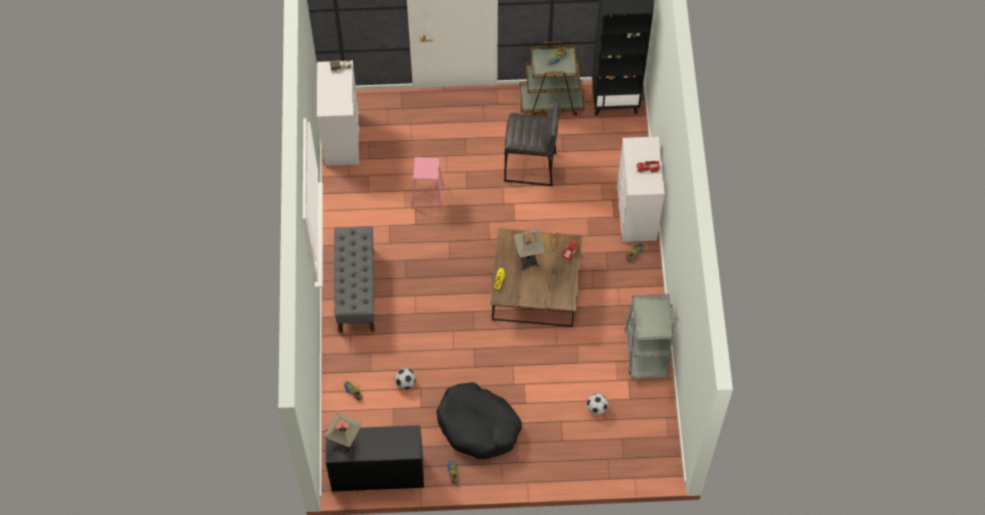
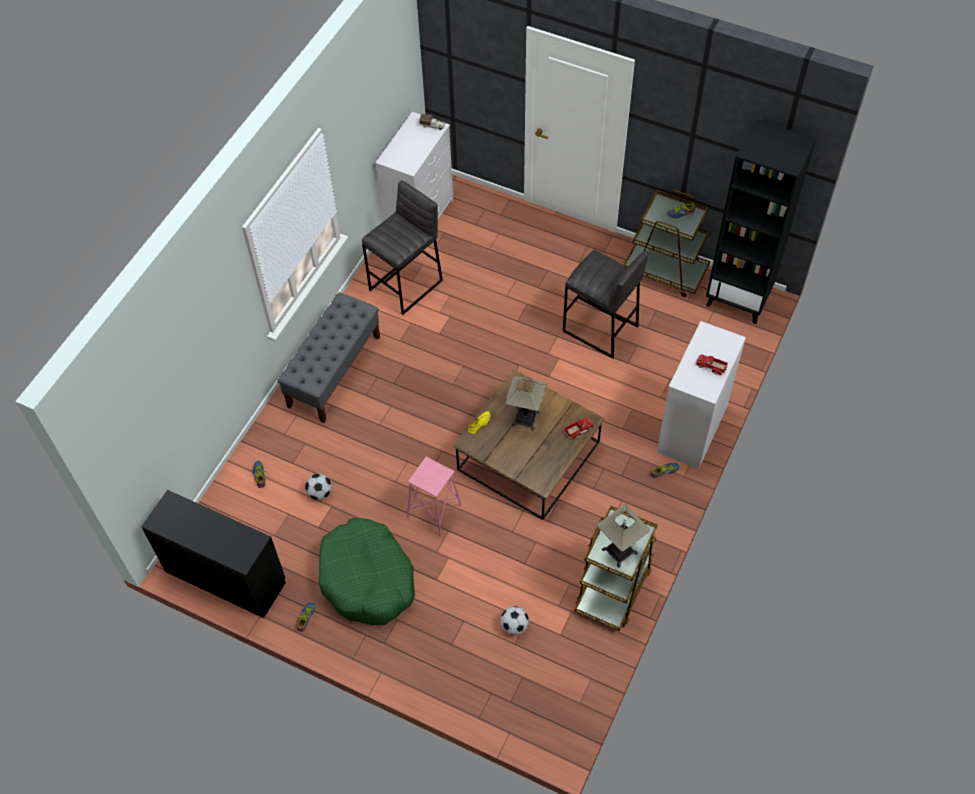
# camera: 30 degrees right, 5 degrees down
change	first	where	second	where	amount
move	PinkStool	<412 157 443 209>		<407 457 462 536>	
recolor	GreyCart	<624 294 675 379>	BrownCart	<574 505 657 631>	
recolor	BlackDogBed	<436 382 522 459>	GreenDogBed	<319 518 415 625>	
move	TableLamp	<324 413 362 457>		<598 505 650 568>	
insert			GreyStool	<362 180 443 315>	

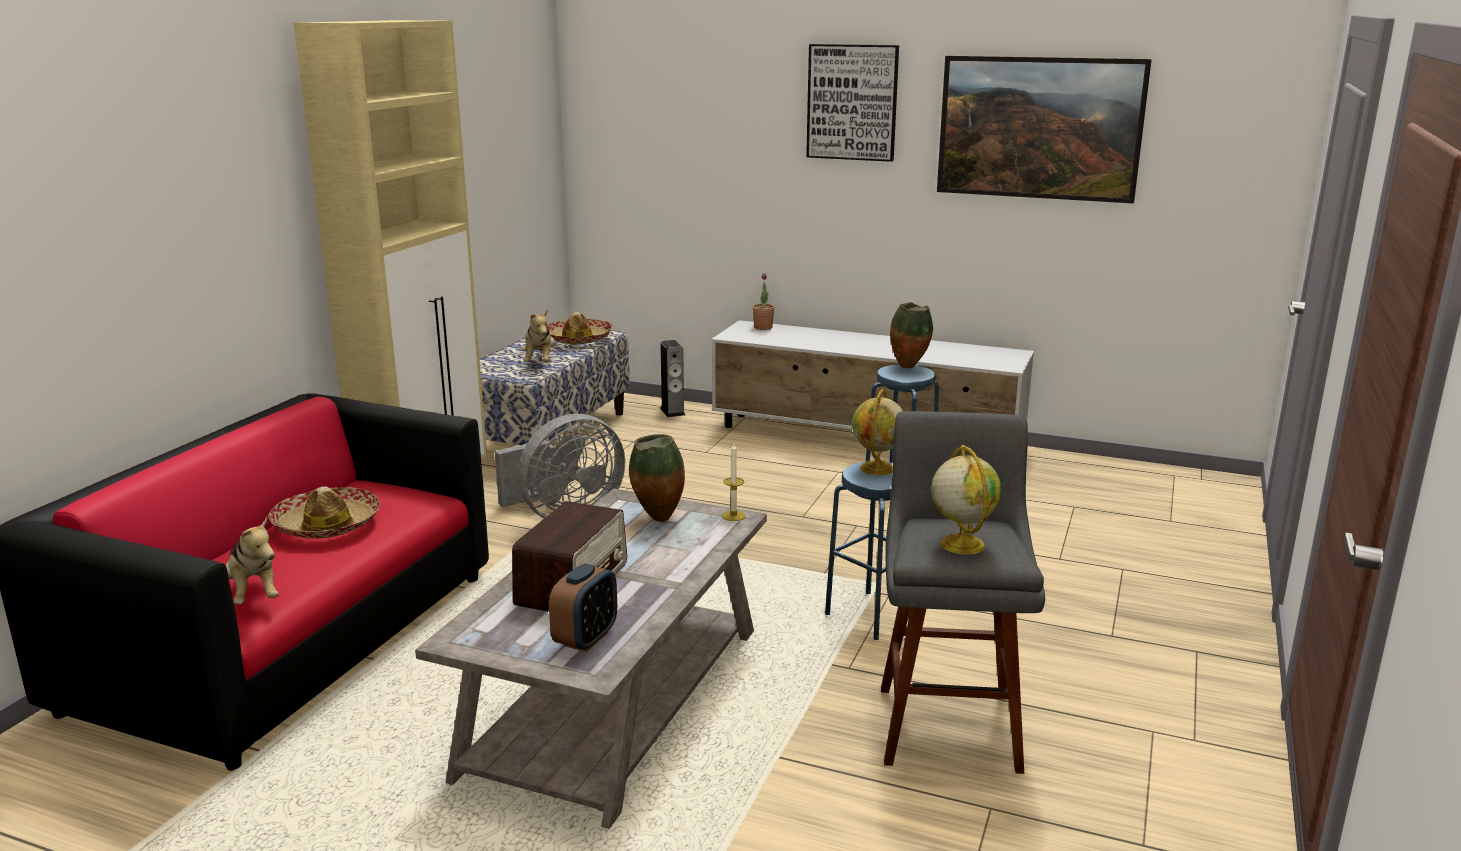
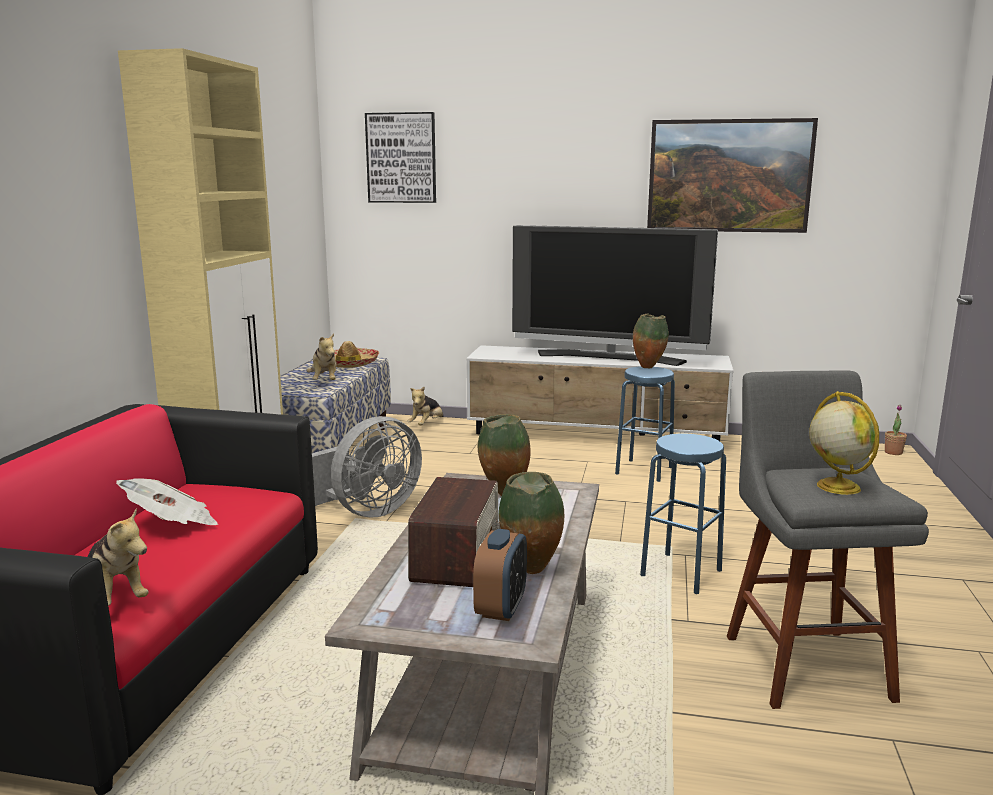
# camera: 10 degrees left, 5 degrees down
change	first	where	second	where	amount
move	Picture	<806 44 899 162>		<365 112 436 203>	
move	PottedPlant	<753 273 774 330>		<885 405 907 455>	
replace	Speaker	<660 340 685 417>	PlushToy	<408 386 443 425>	
delete	Globe	<852 389 903 475>			
delete	Candle	<722 443 746 521>			
replace	Hat	<268 486 380 539>	Newspaper	<116 478 218 525>	
insert			Television	<512 225 718 366>	
insert			Vase	<499 472 564 574>	

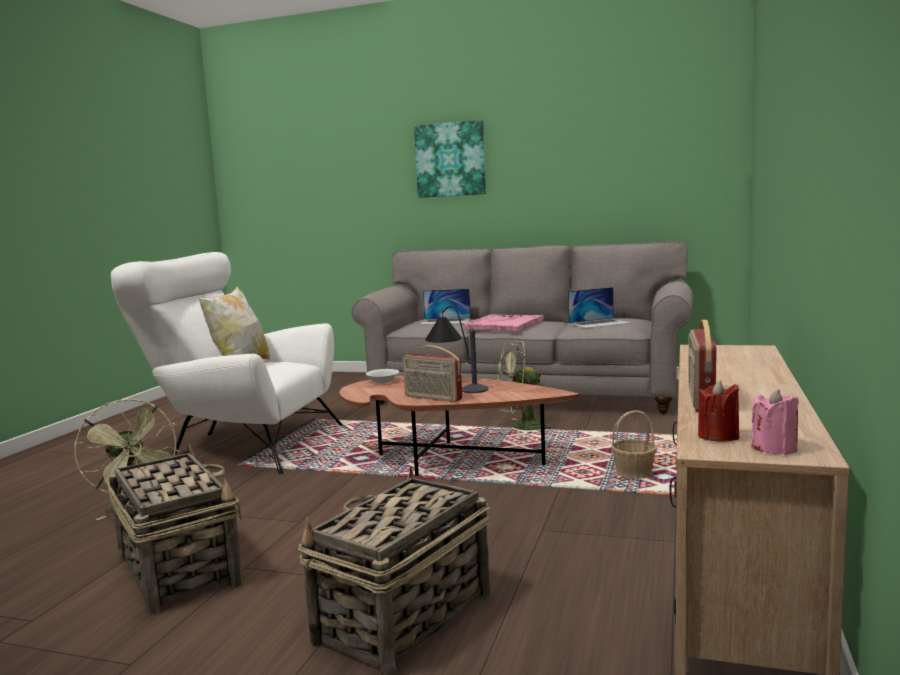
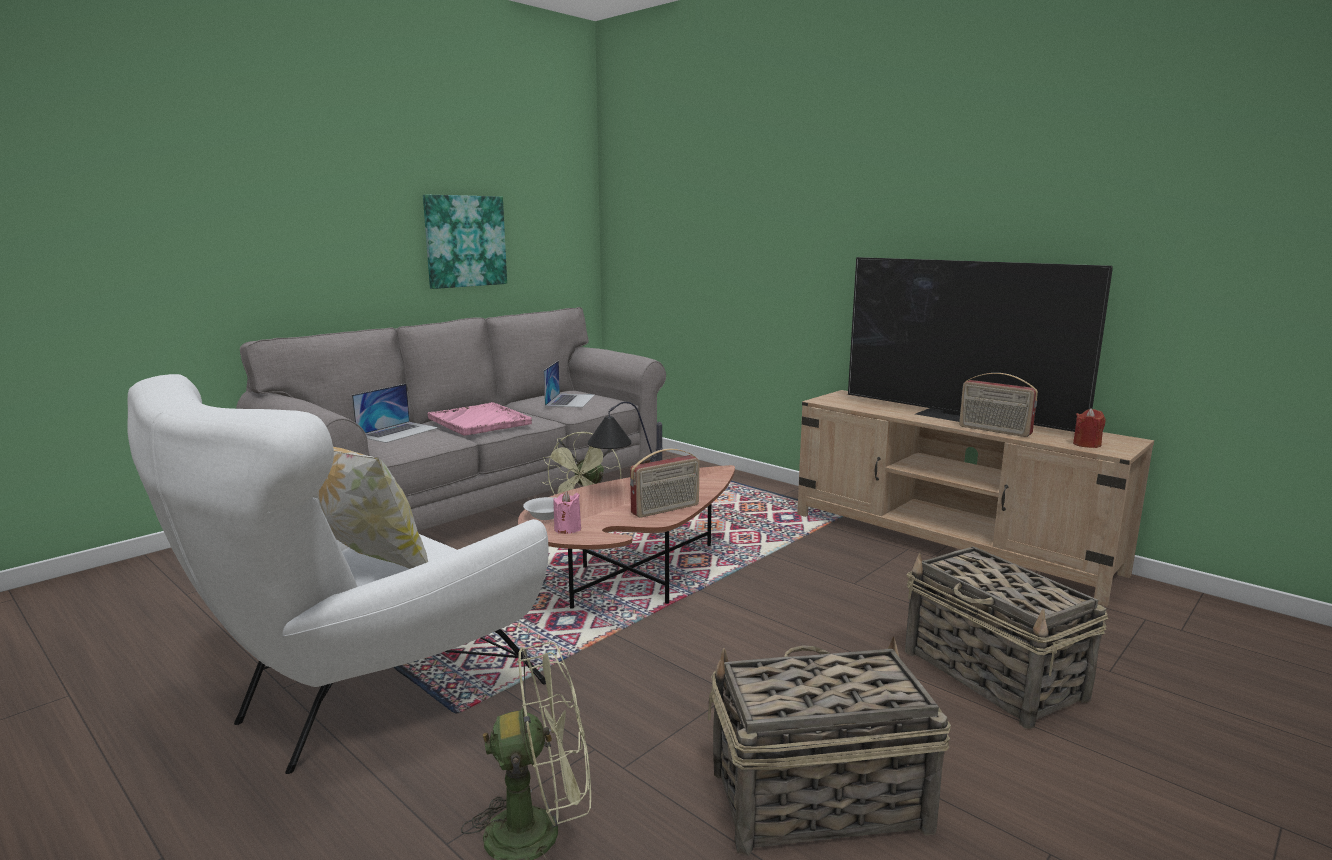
# camera: 65 degrees left, 5 degrees up
change	first	where	second	where	amount
move	Picture	<414 120 486 198>		<423 195 507 289>	
move	PinkCandle	<751 389 799 455>		<553 491 581 534>	
delete	Basket	<611 410 657 479>			
insert			Television	<848 257 1113 432>	

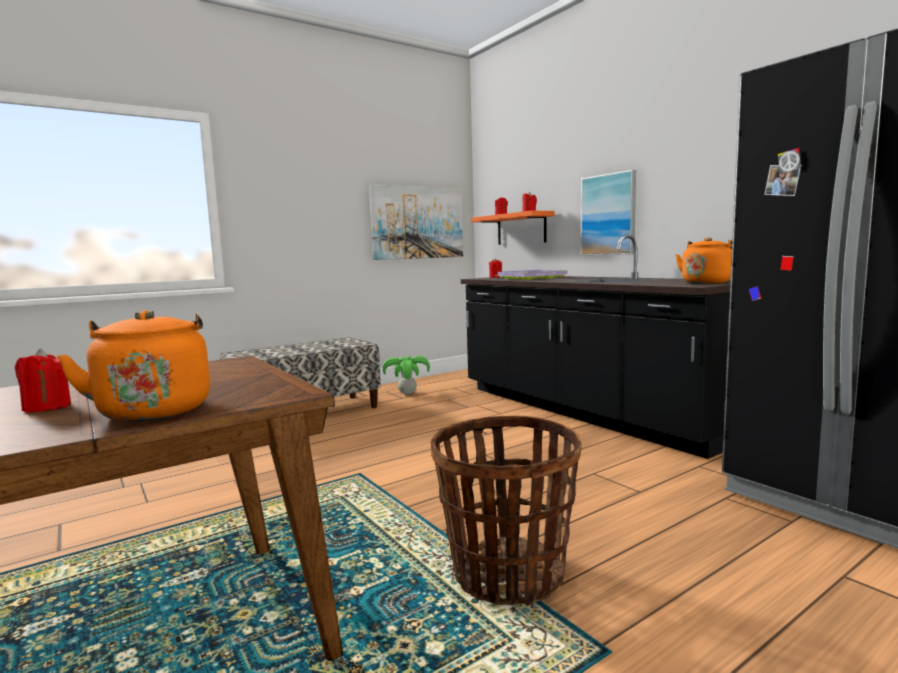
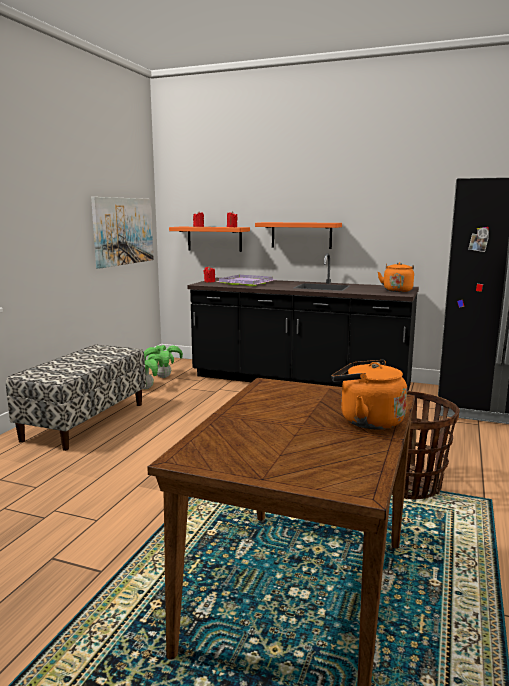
# camera: 35 degrees left, 5 degrees up
change	first	where	second	where	amount
replace	Picture	<581 170 636 255>	OrangeShelf	<255 222 342 249>	
delete	RedCandle	<15 348 71 413>			
insert			PottedPlant	<144 345 183 378>	

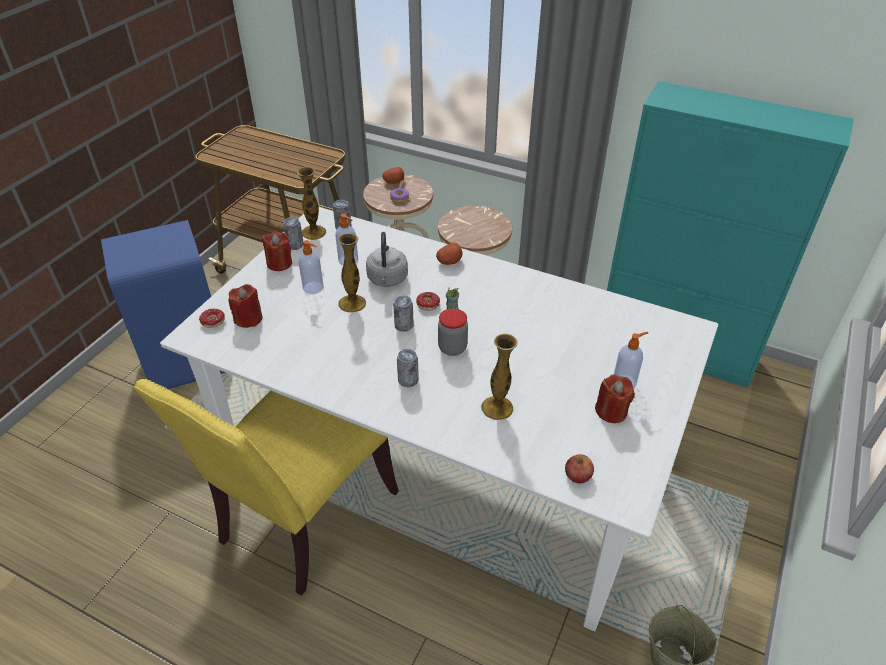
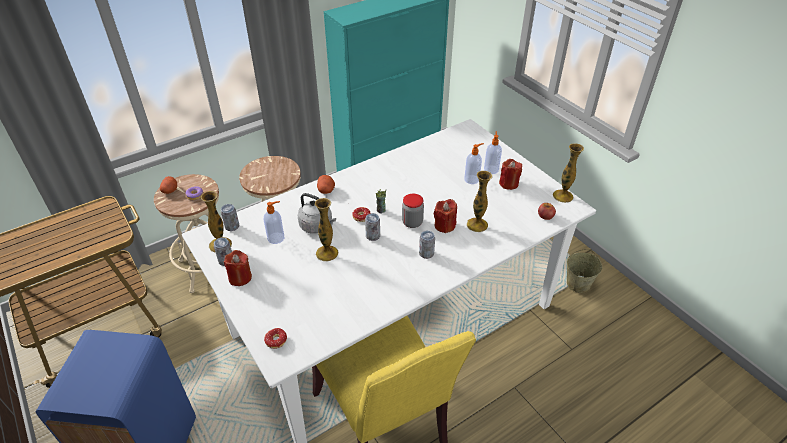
# camera: 60 degrees left, 0 degrees up
change	first	where	second	where	amount
move	SoapDispenser	<299 240 324 294>		<464 143 484 184>	
move	RedCandle	<228 284 263 328>		<434 199 457 233>	
insert			Vase	<553 143 584 203>	

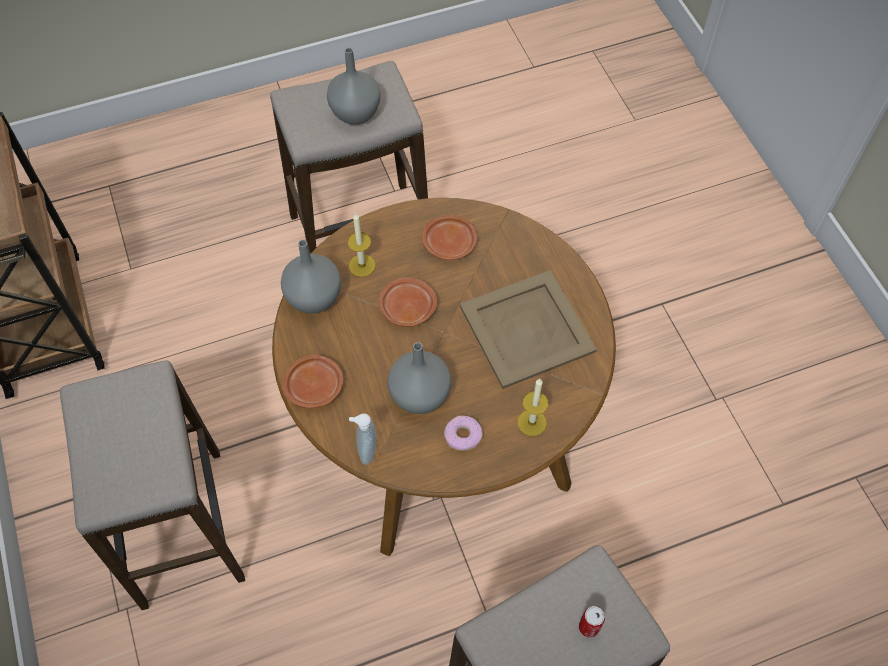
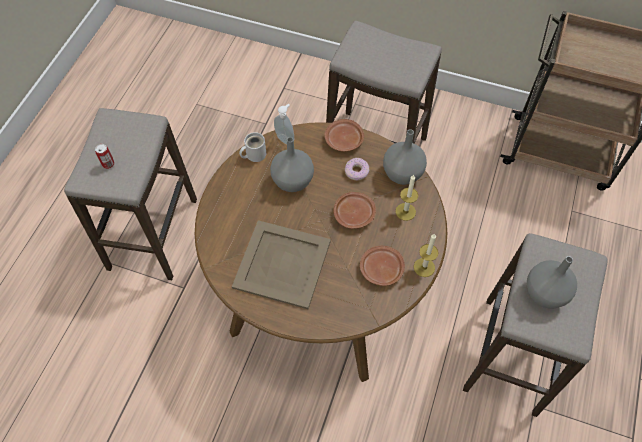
# camera: 130 degrees right, 0 degrees up
change	first	where	second	where	amount
move	Candle	<517 379 548 436>		<414 234 438 277>	
move	Donut	<444 415 483 451>		<344 158 370 181>	
insert			WhiteMug	<239 132 266 162>	

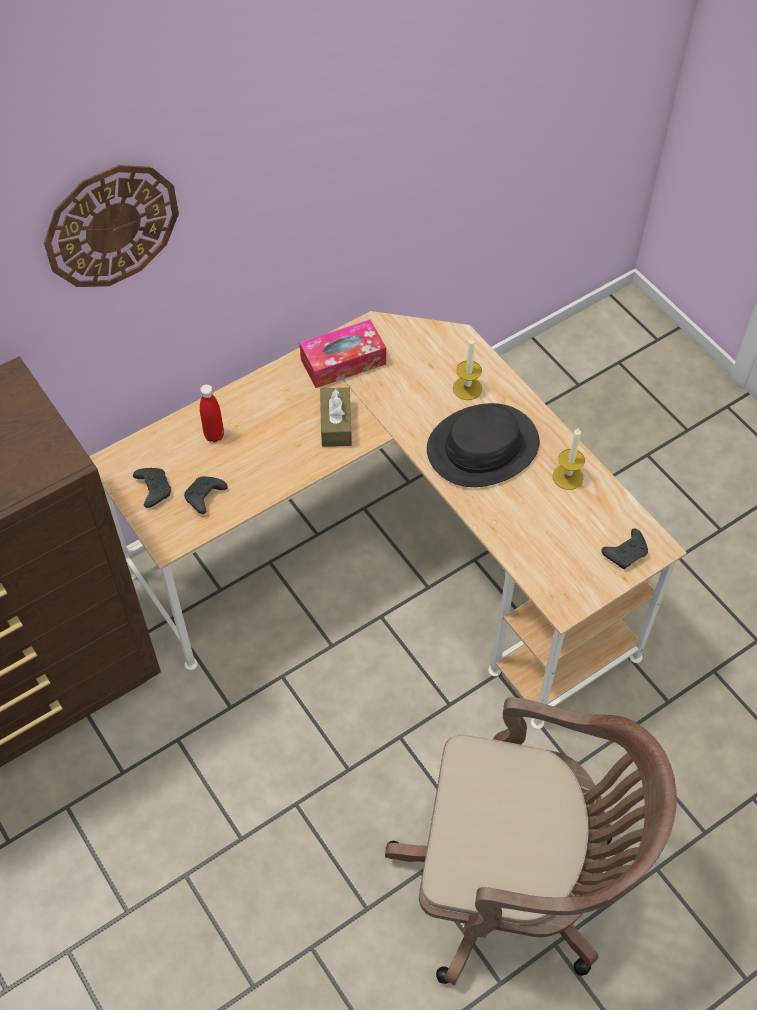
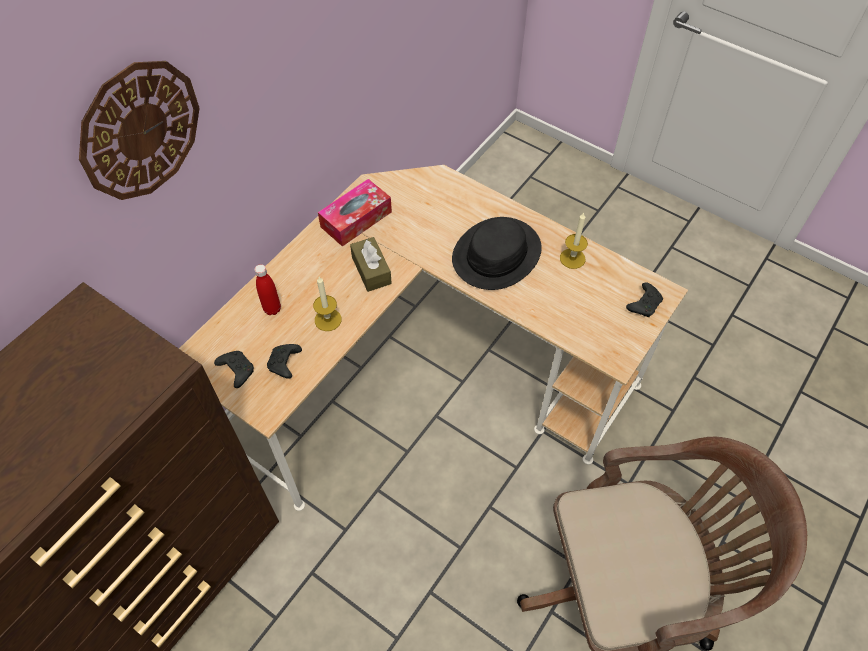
# camera: 20 degrees left, 0 degrees up
change	first	where	second	where	amount
move	Candle	<453 337 482 400>		<313 277 341 331>	

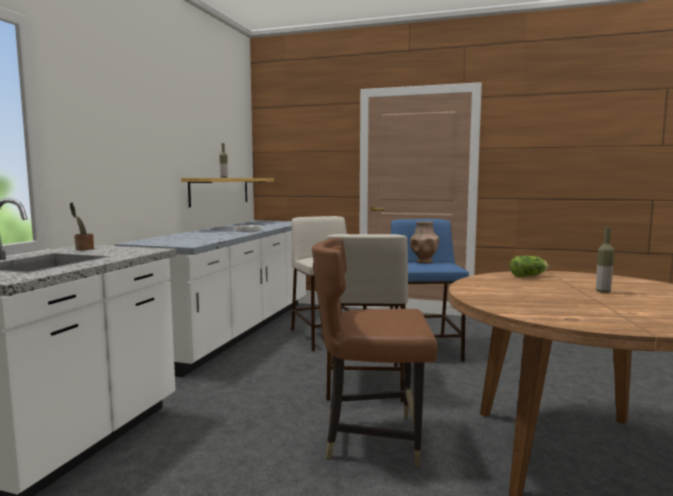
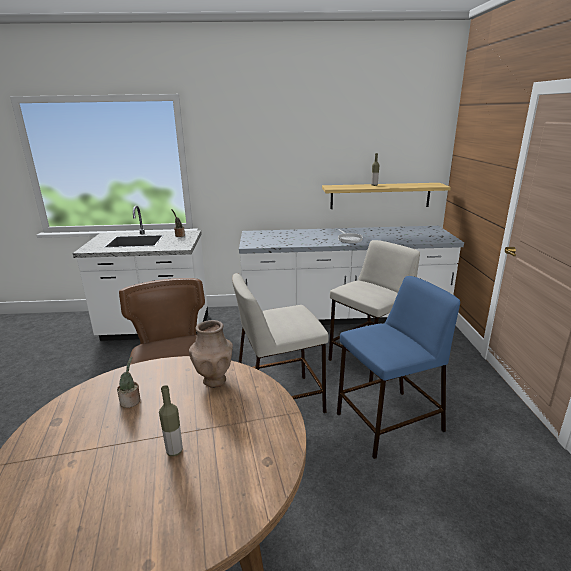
# camera: 70 degrees right, 15 degrees up
change	first	where	second	where	amount
move	BrownVase	<410 221 439 263>		<189 320 233 388>	
delete	Lettuce	<510 256 548 277>			
insert			PottedPlant	<117 357 140 408>	

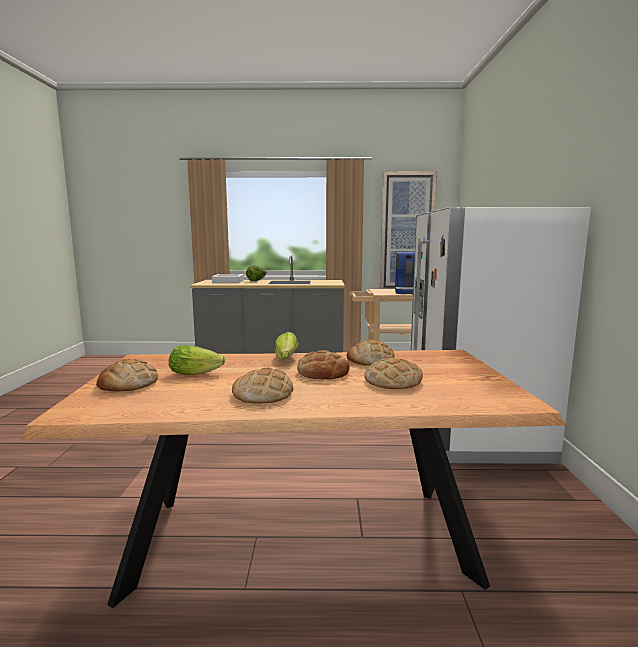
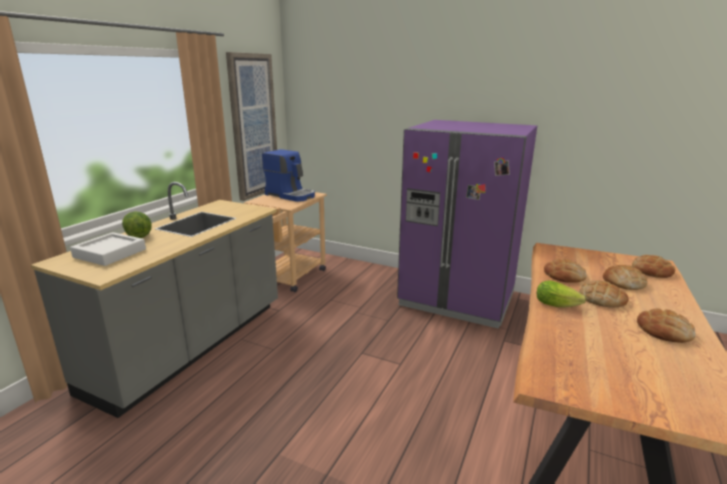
# camera: 65 degrees left, 10 degrees up
change	first	where	second	where	amount
recolor	WhiteFridge	<411 207 591 464>	PurpleFridge	<397 120 537 329>	
delete	Lettuce	<169 345 225 375>			
move	Bread	<96 359 158 391>		<632 255 675 278>	

